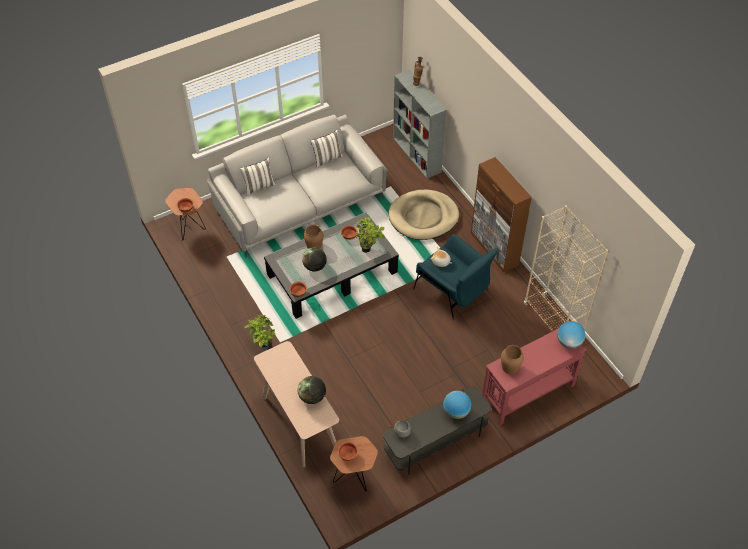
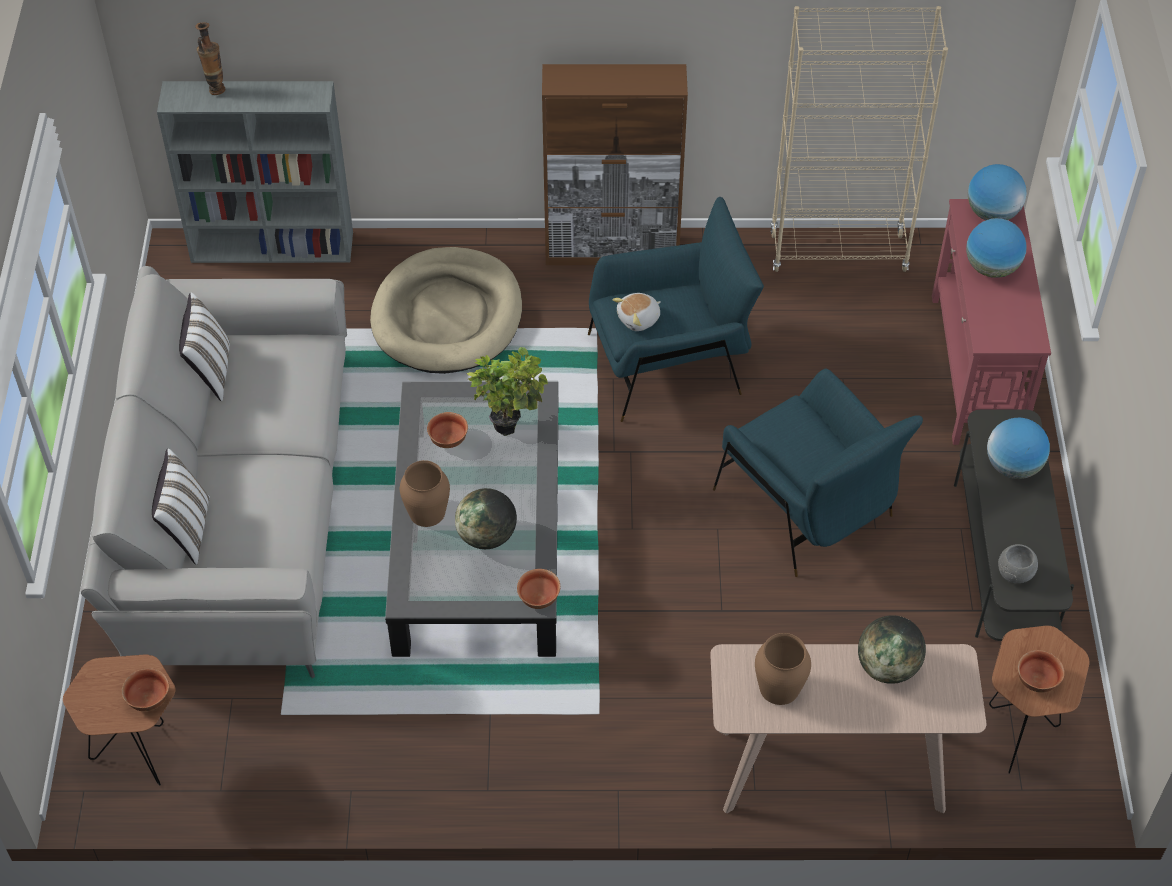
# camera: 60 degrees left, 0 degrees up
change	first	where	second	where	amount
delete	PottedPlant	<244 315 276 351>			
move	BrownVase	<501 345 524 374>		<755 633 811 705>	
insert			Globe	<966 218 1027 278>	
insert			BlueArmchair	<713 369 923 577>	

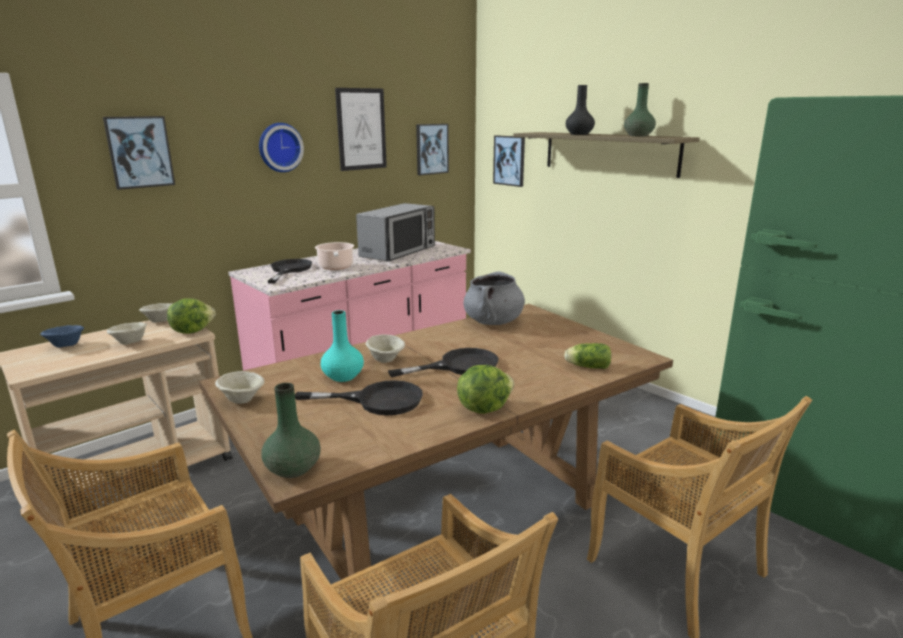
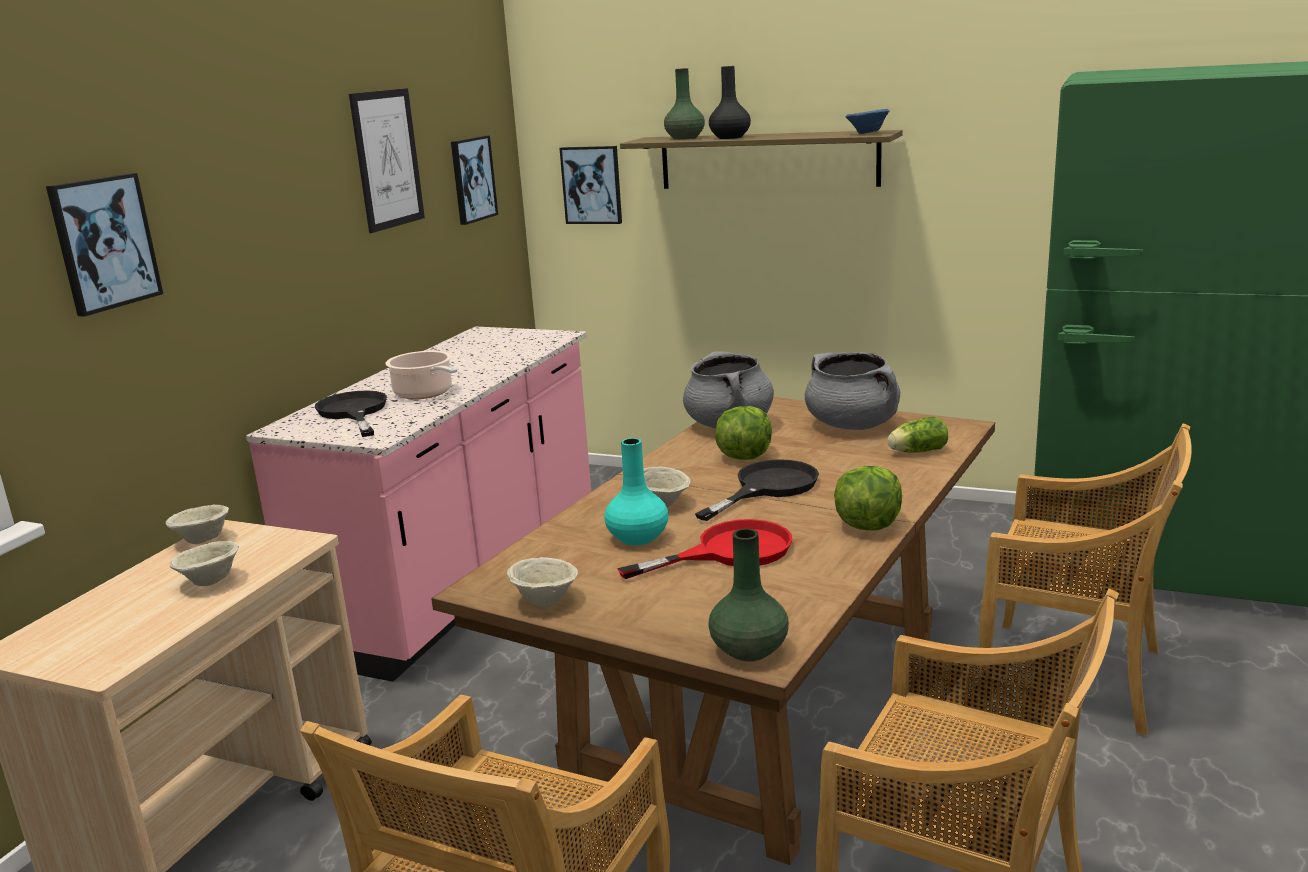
# camera: 25 degrees left, 0 degrees up
change	first	where	second	where	amount
move	GreenVase	<624 83 656 136>		<664 68 705 140>	
delete	WallClock	<259 123 304 172>			
delete	Microwave	<356 203 435 262>			
move	Lettuce	<167 298 215 334>		<715 406 772 460>	
move	BlueBowl	<40 325 84 348>		<845 109 890 134>	
recolor	BlackFryingPan	<295 380 423 416>	RedFryingPan	<617 519 792 579>	
insert			GreyCookingPot	<805 352 900 430>	

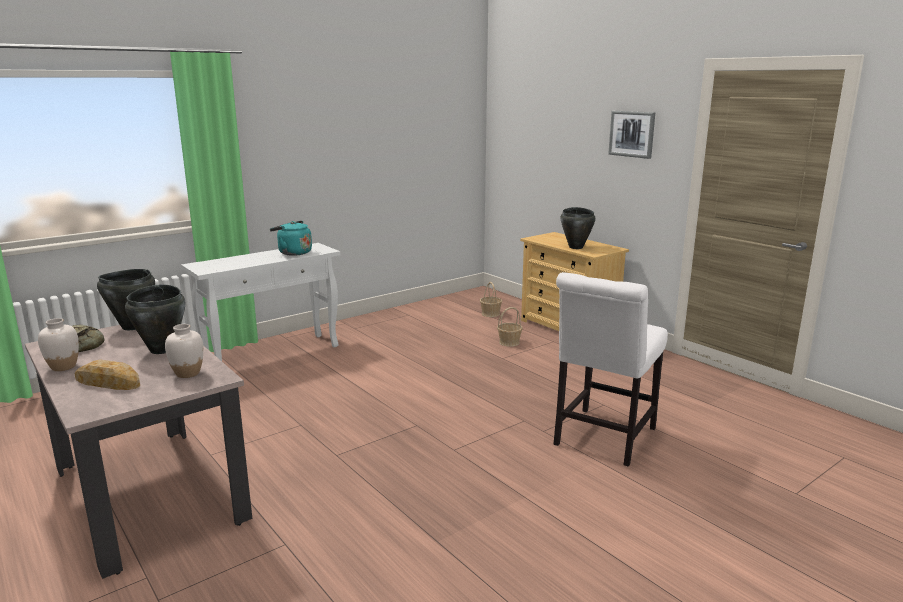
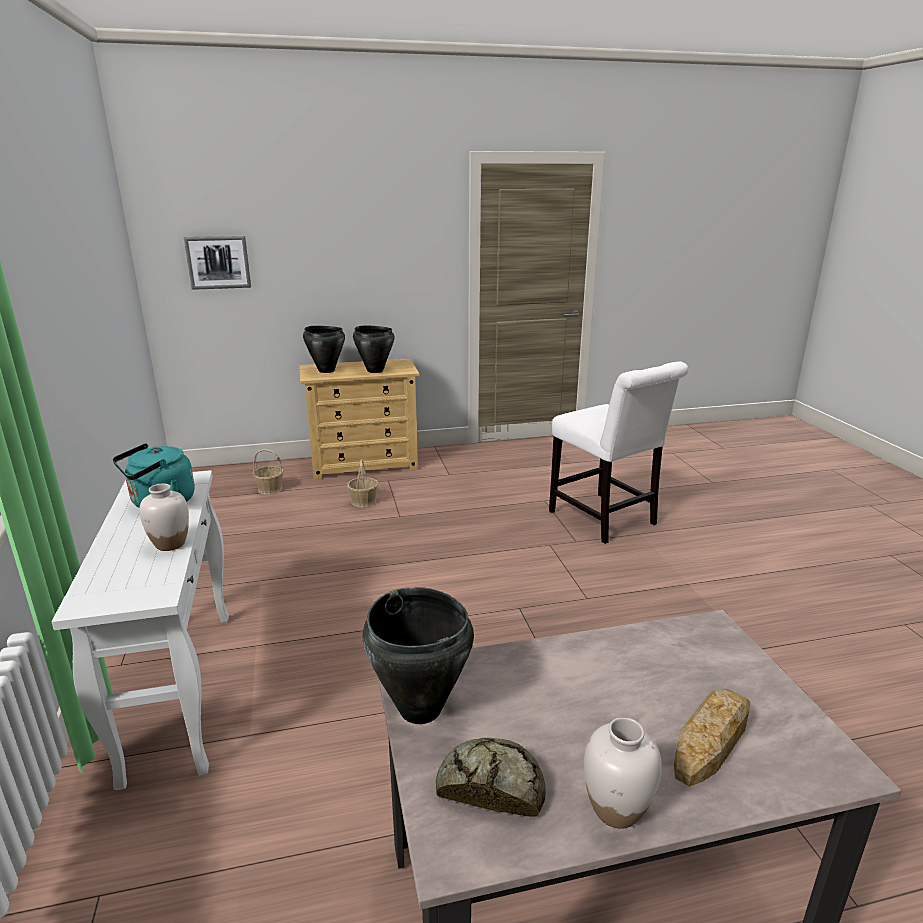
# camera: 65 degrees left, 5 degrees up
change	first	where	second	where	amount
move	Picture	<608 111 655 159>		<184 236 251 290>	
move	BlackCookingPot	<125 285 185 354>		<303 326 345 373>	
move	WhiteVase	<165 324 203 378>		<139 483 189 551>	

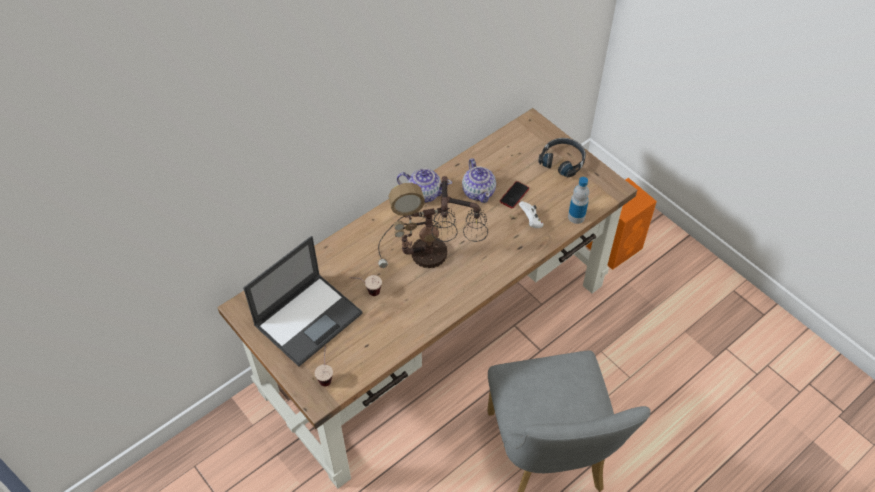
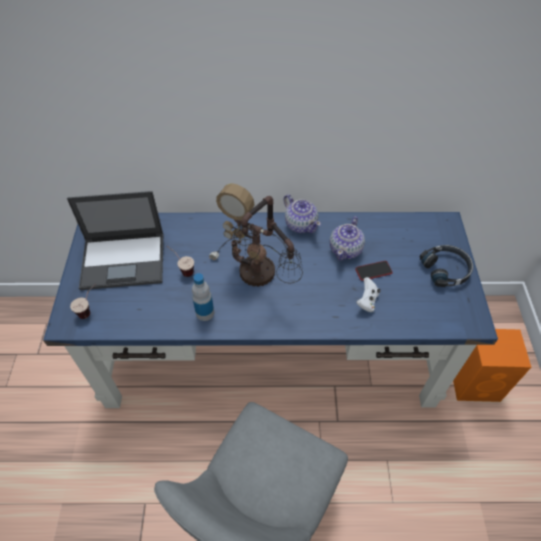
# camera: 40 degrees right, 0 degrees up
change	first	where	second	where	amount
recolor	BrownDesk	<217 108 637 489>	BlueDesk	<43 212 498 408>	
move	Bottle	<568 177 589 224>		<192 273 214 321>	

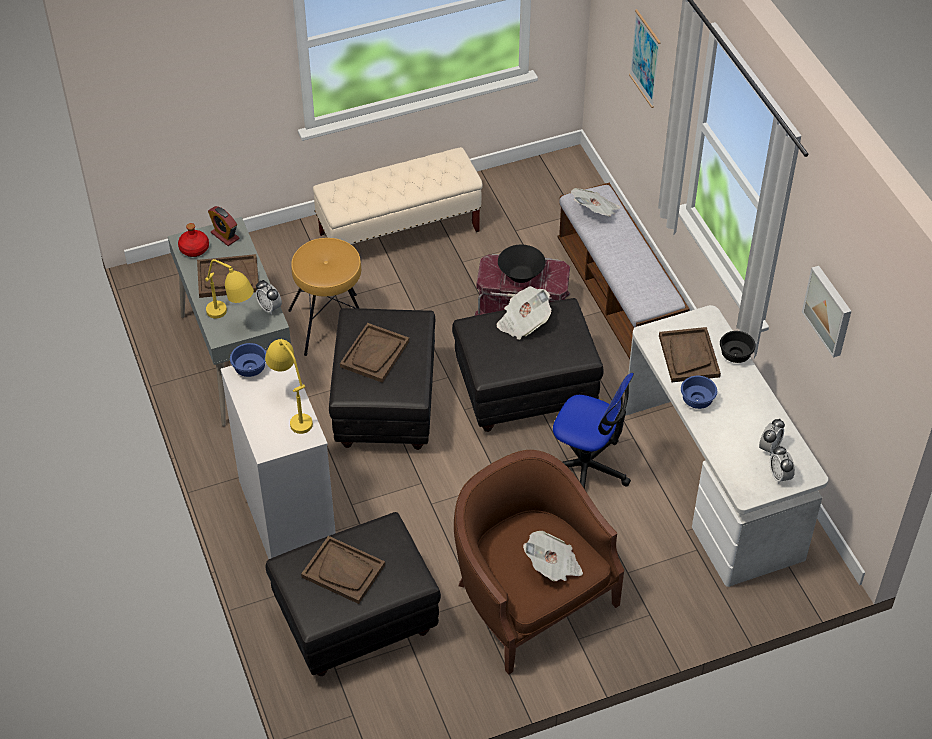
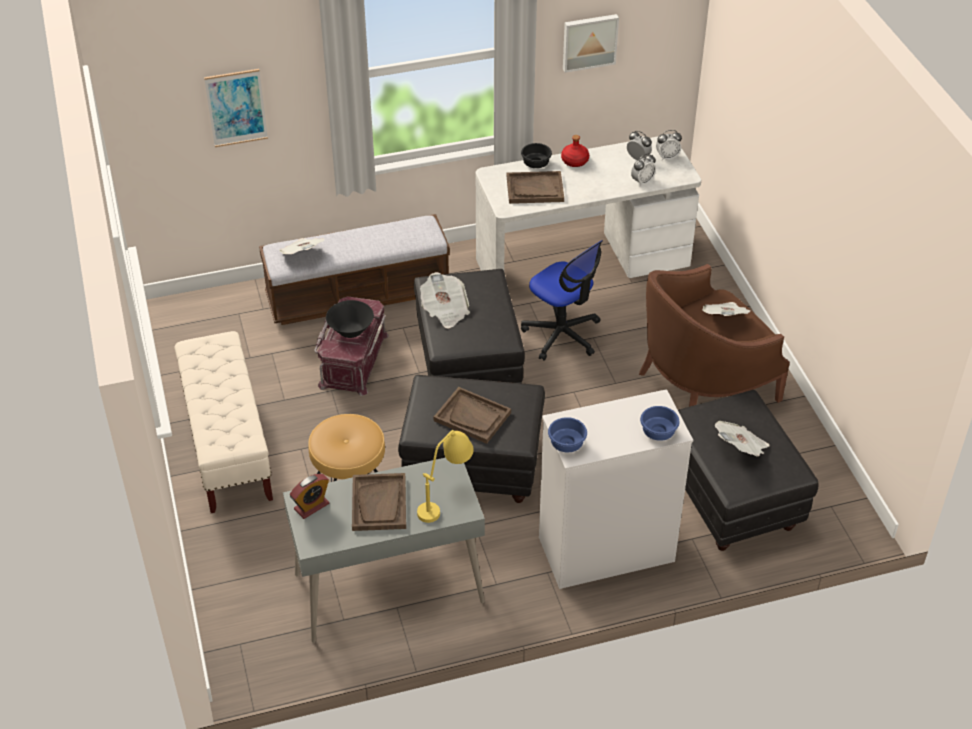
# camera: 85 degrees left, 5 degrees down
change	first	where	second	where	amount
move	RedBottle	<178 223 209 257>		<561 135 589 167>	
move	AlarmClock	<256 280 282 315>		<631 153 656 186>	
delete	YellowTableLamp	<265 339 313 434>			
rotate	OfficeChair	<553 373 634 489>		<521 240 603 361>	105 degrees clockwise
move	BlueBowl	<681 376 717 409>		<640 406 680 441>	
replace	BrownTray	<301 536 385 604>	Newspaper	<715 421 770 457>	

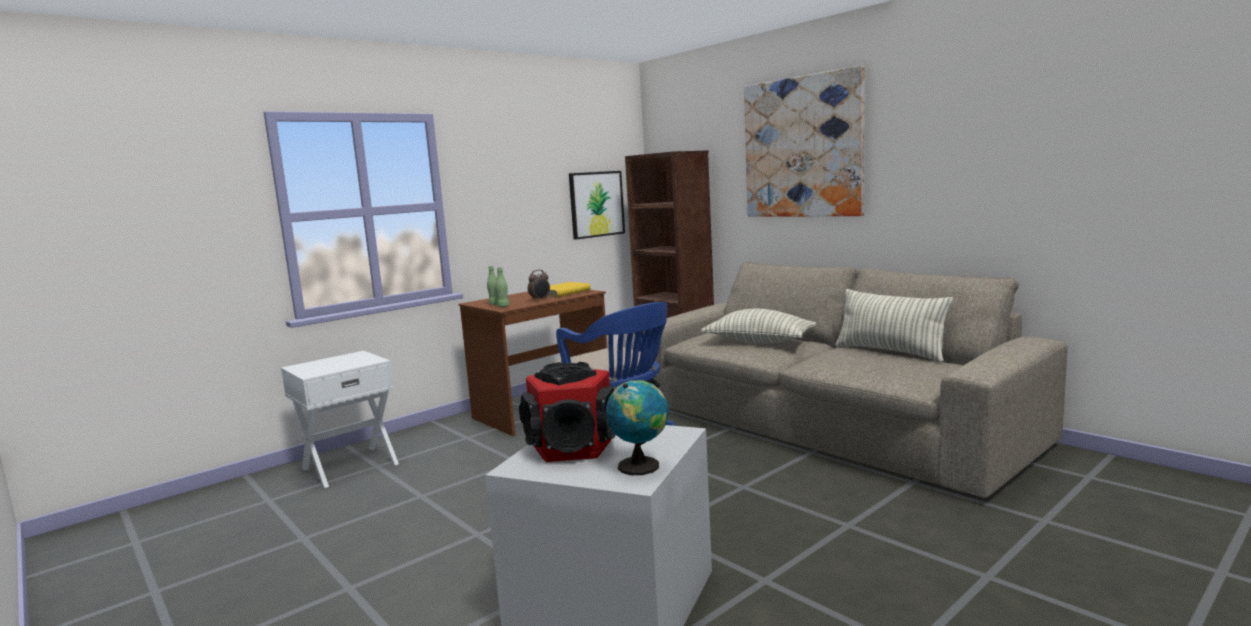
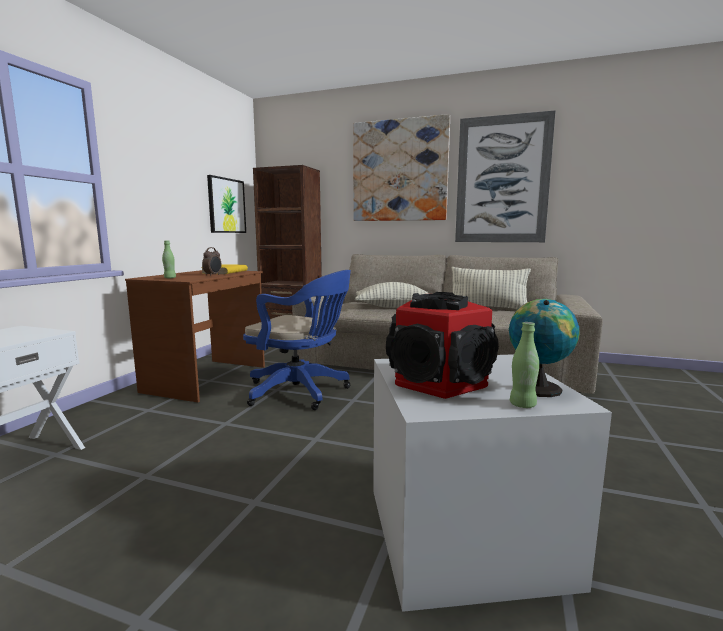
# camera: 30 degrees left, 0 degrees up
change	first	where	second	where	amount
move	GreenBottle	<495 267 509 307>		<510 322 539 408>	
insert			Picture	<455 110 556 242>	

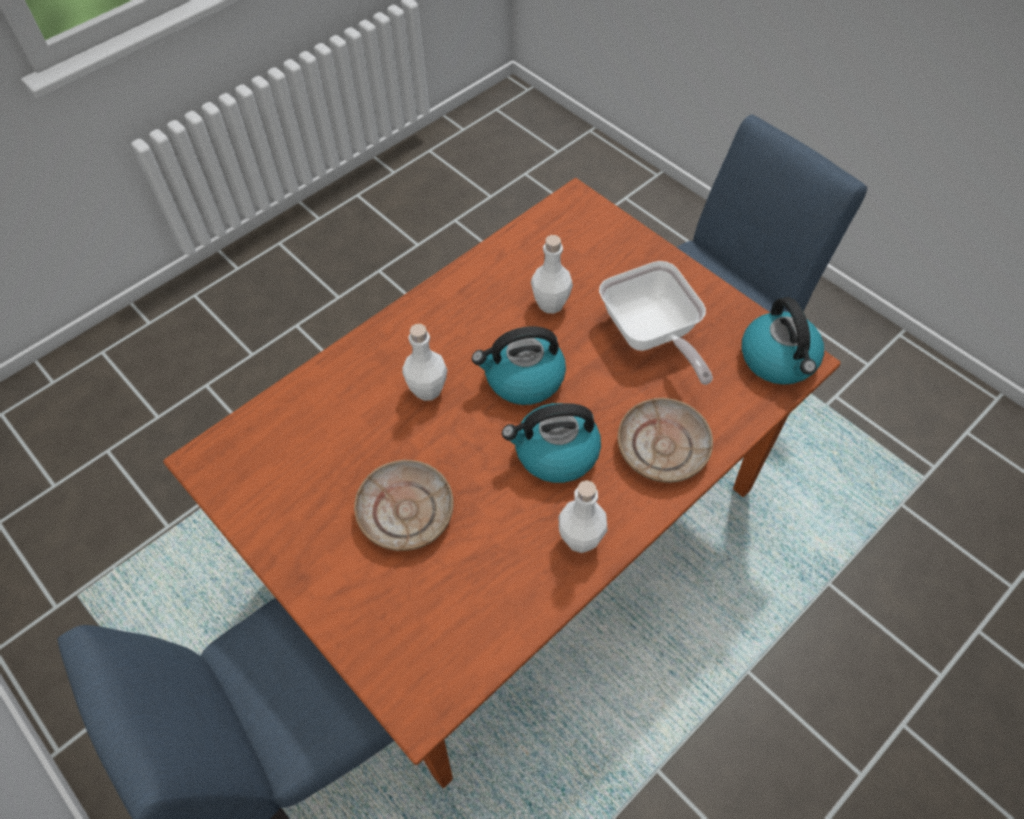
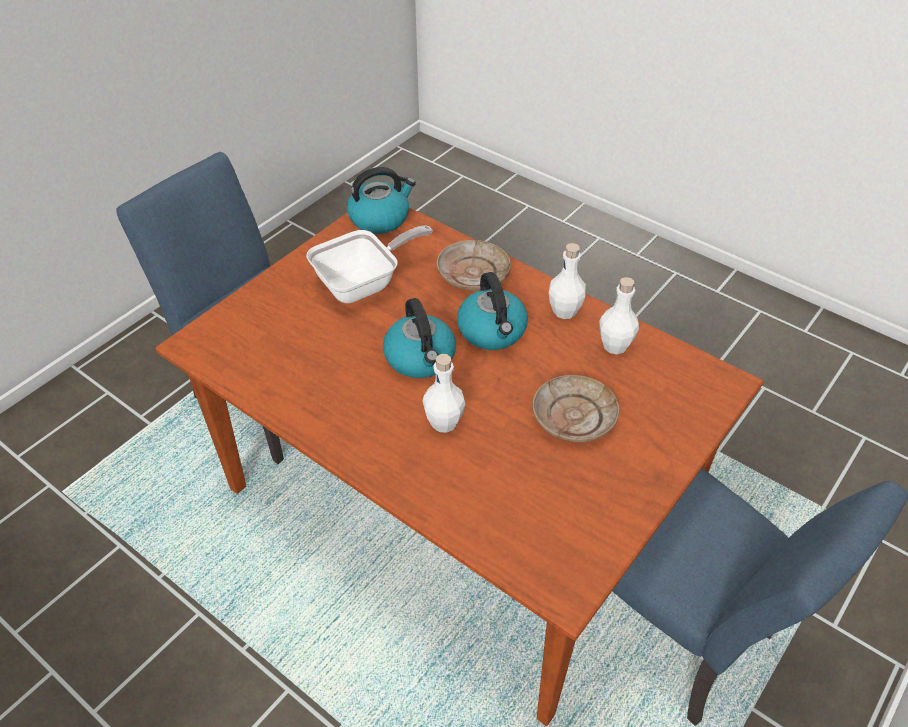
# camera: 100 degrees left, 10 degrees down
change	first	where	second	where	amount
move	WhiteBottle	<531 235 573 314>		<599 277 639 354>	

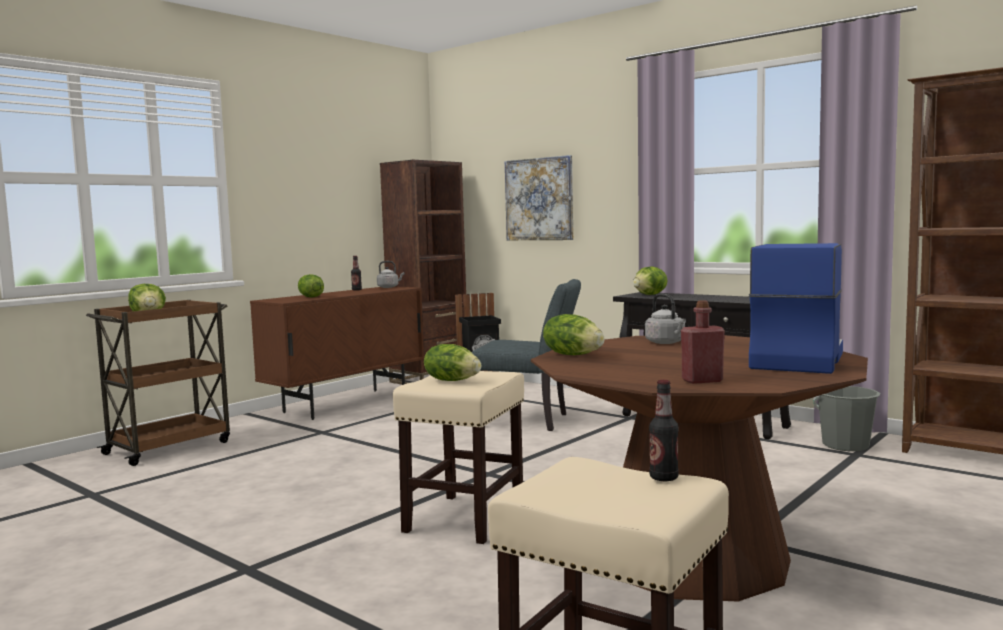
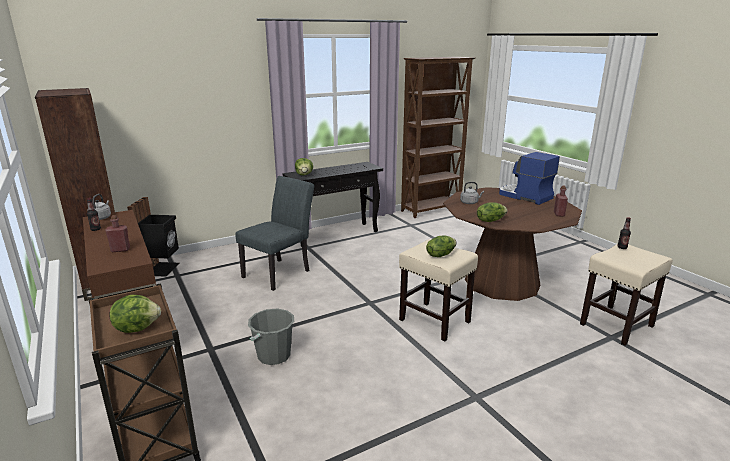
# camera: 70 degrees left, 15 degrees up
change	first	where	second	where	amount
delete	Picture	<505 155 573 240>			
replace	Lettuce	<298 274 324 298>	RedBottle	<105 215 130 252>	
move	GreyBucket	<813 386 880 451>		<248 308 294 365>	

